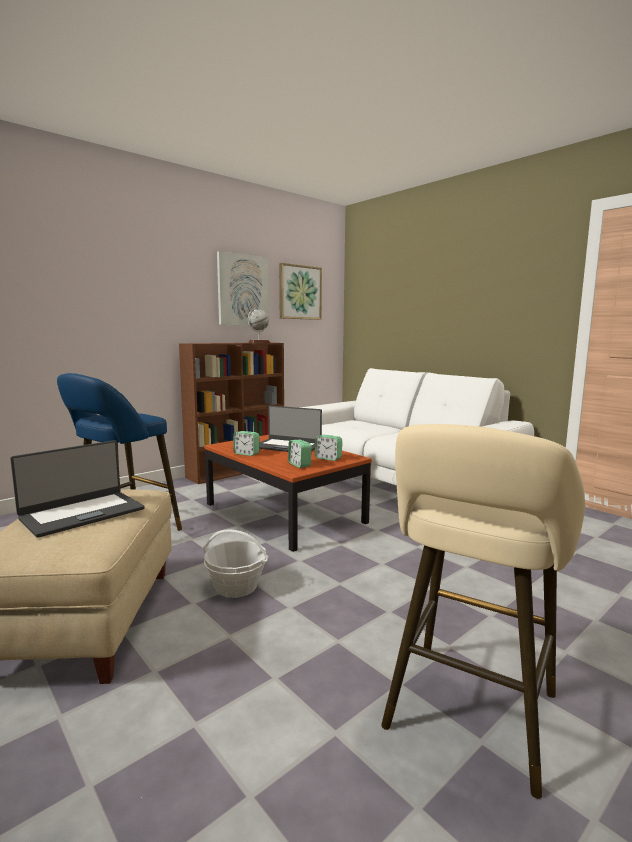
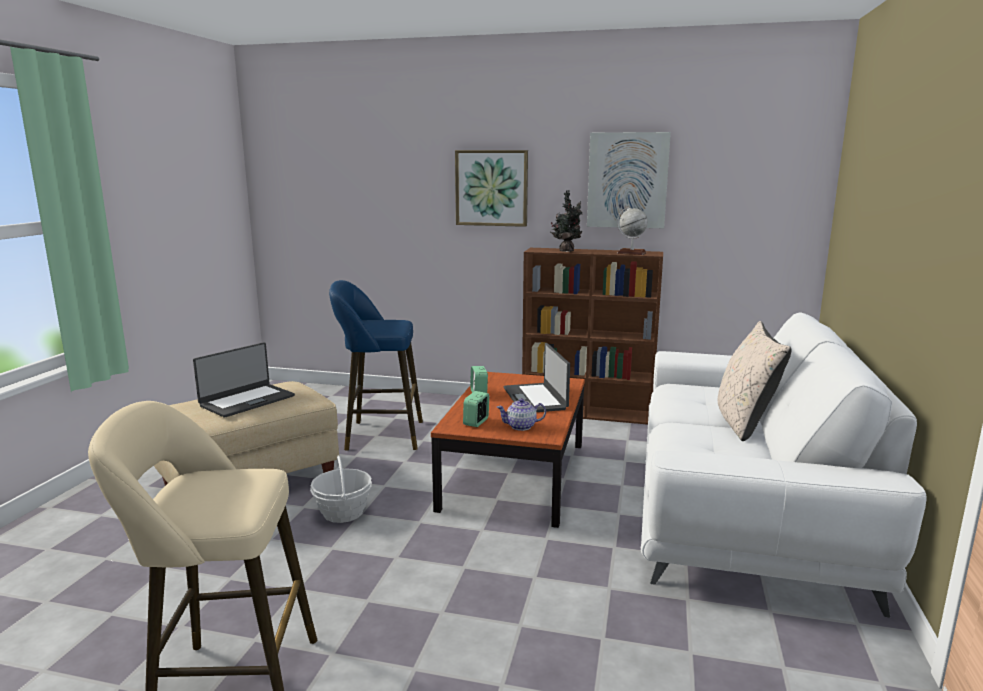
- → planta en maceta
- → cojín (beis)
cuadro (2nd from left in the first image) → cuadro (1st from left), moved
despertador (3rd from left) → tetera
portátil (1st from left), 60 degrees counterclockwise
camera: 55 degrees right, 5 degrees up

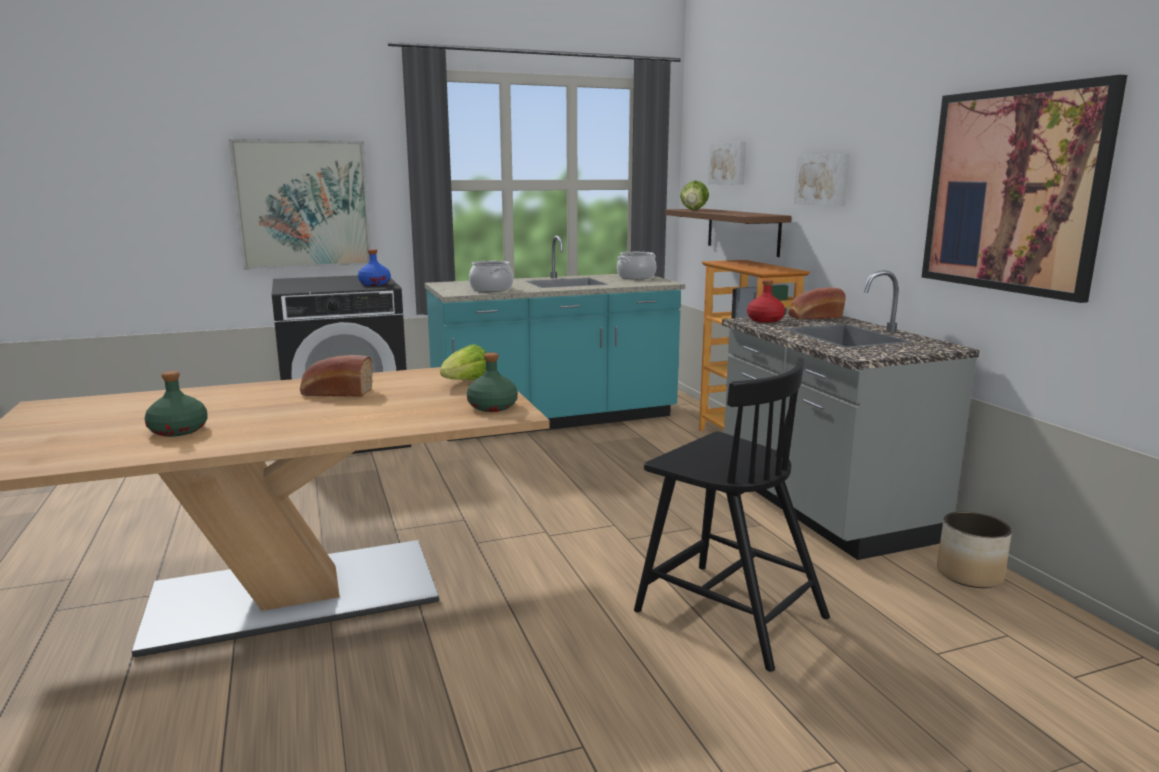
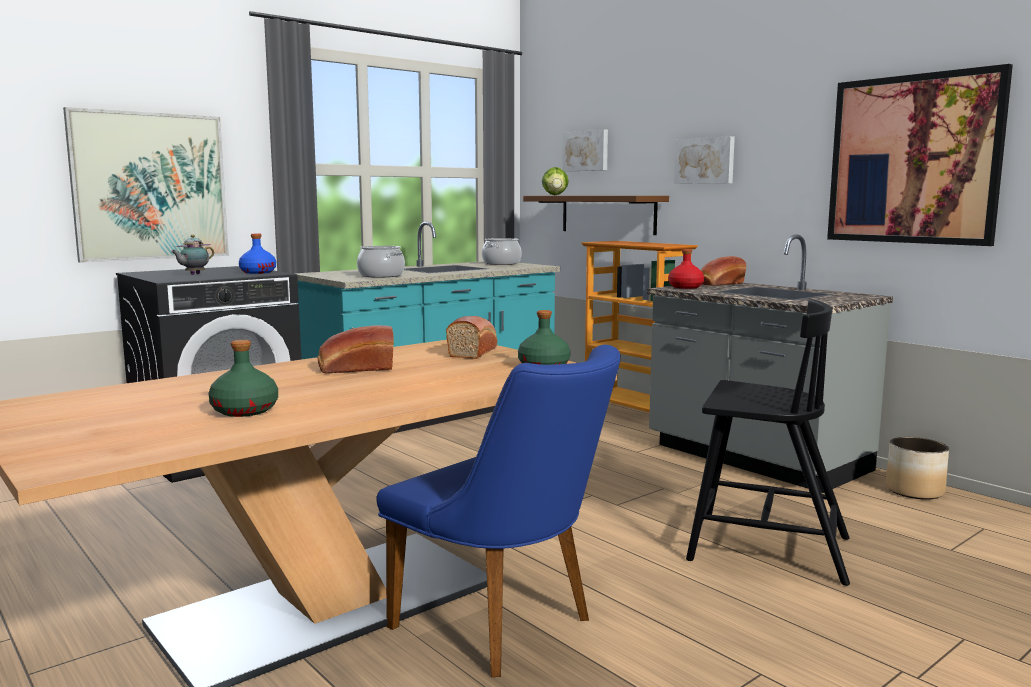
- → tetera
- → silla (azul)
lechuga (1st from left) → pan (2nd from left)
camera: 20 degrees left, 5 degrees down

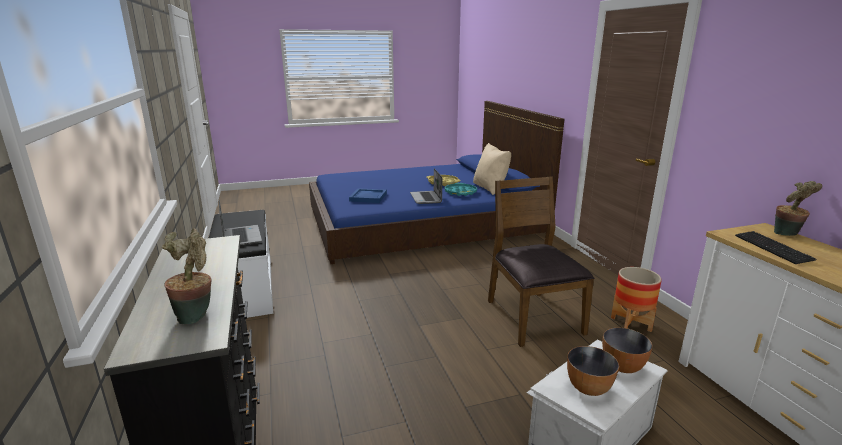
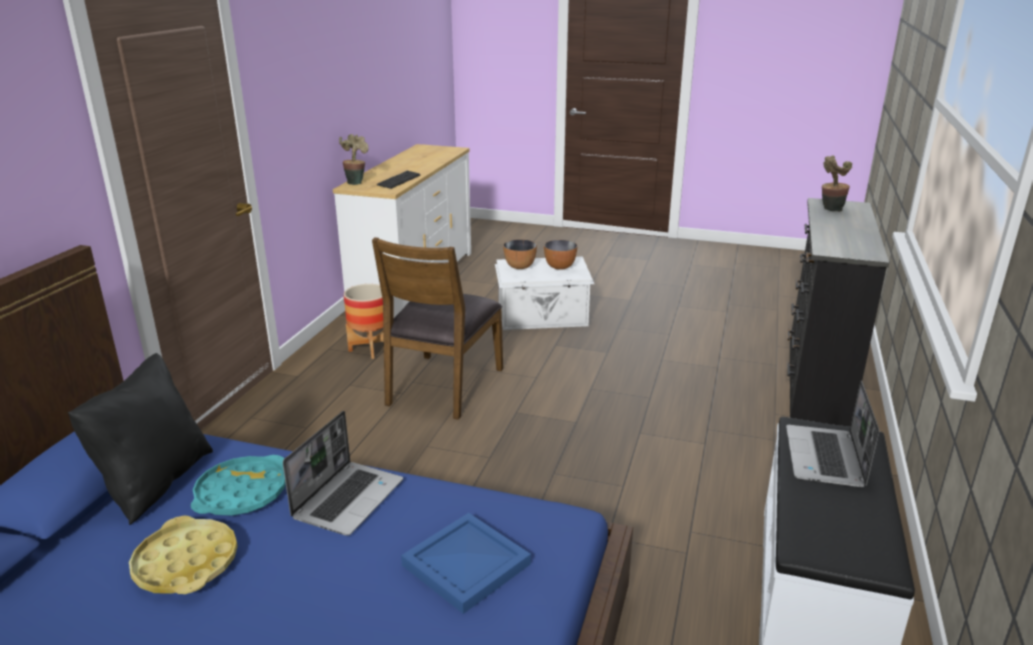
cojín (beis) → cojín (negro)
camera: 145 degrees left, 5 degrees up

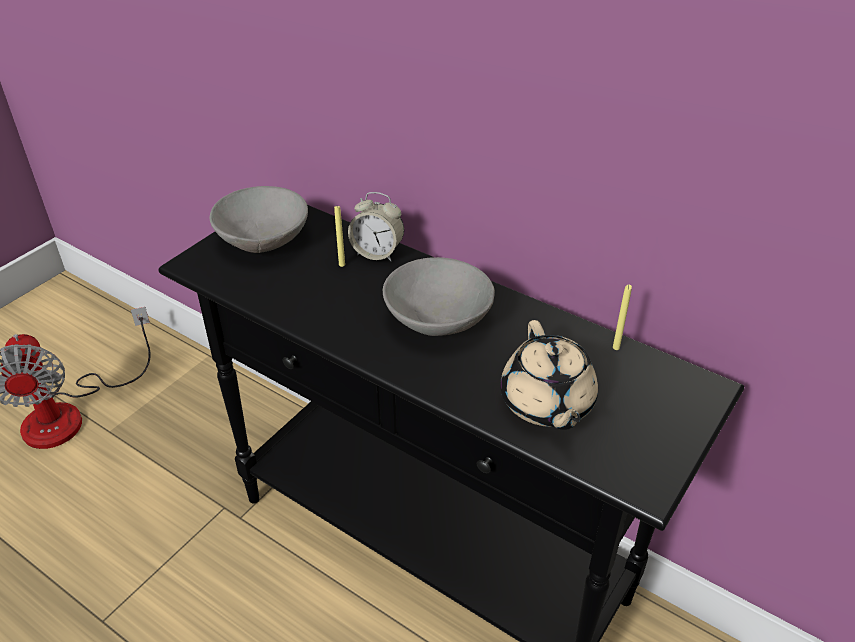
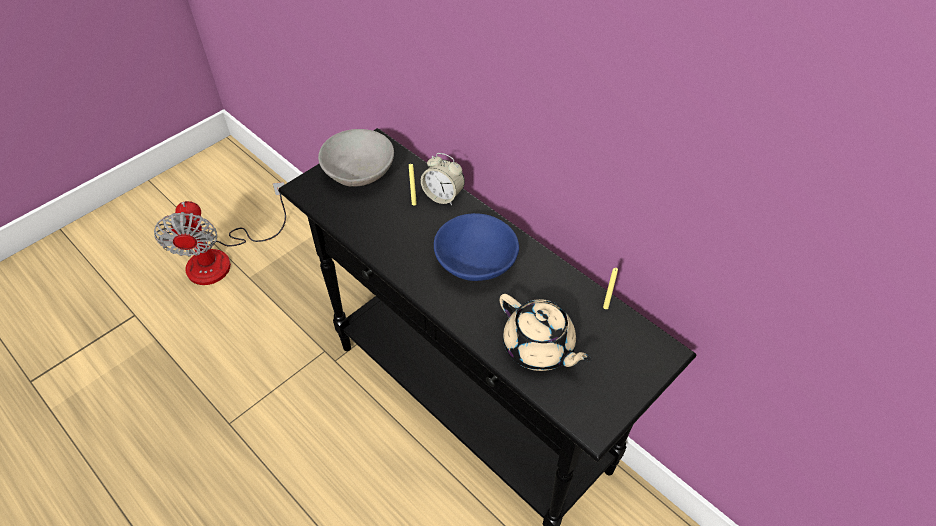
cuenco (gris) (2nd from left) → cuenco (azul)
tetera (beis), 45 degrees counterclockwise
camera: 10 degrees right, 10 degrees up

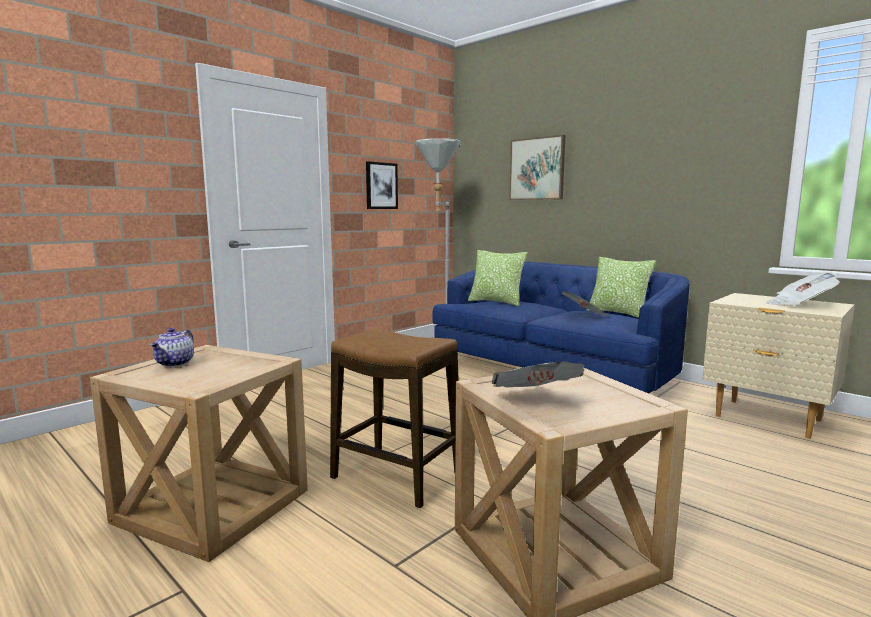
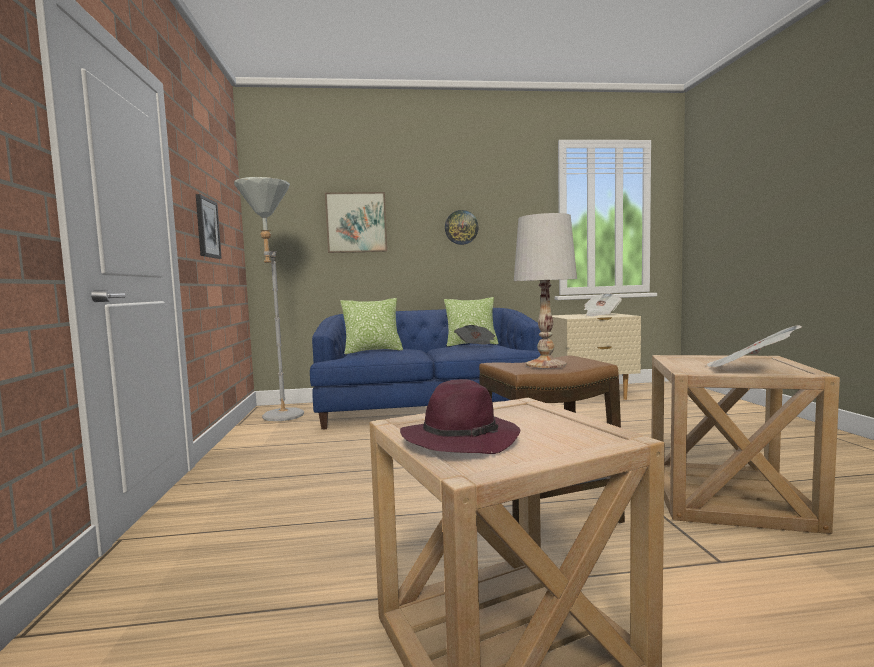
- → reloj de pared
- → lámpara de mesa (blanco)
tetera → sombrero (morado)
camera: 50 degrees left, 5 degrees down

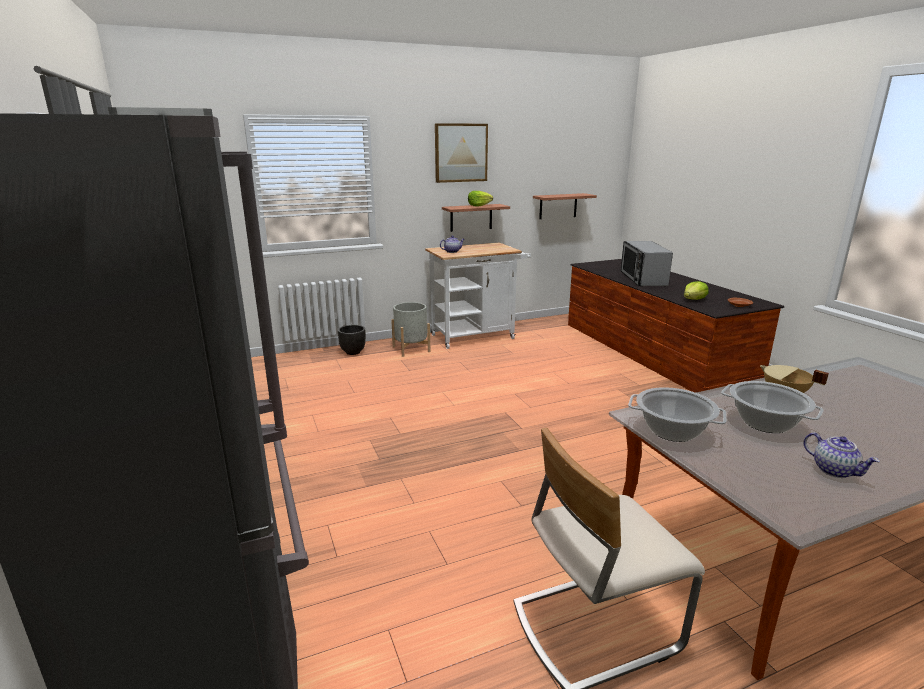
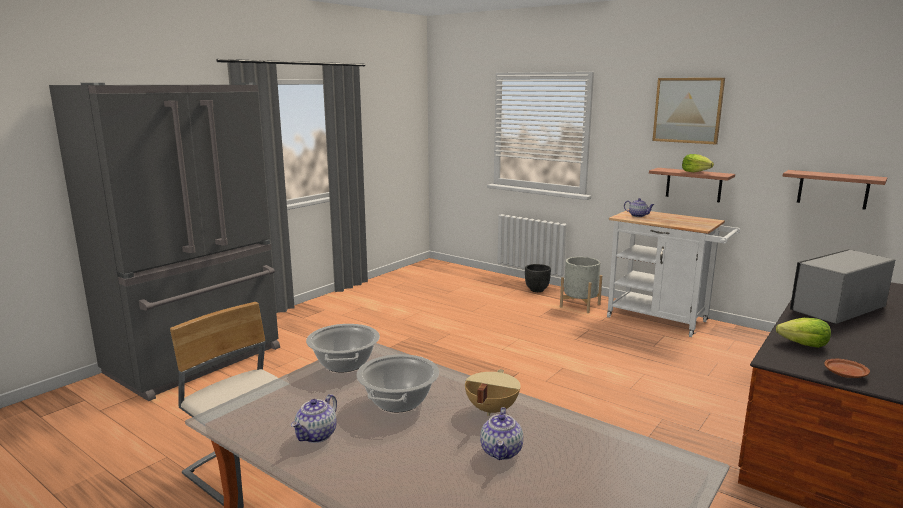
- → tetera (2nd from left)
camera: 60 degrees right, 5 degrees down

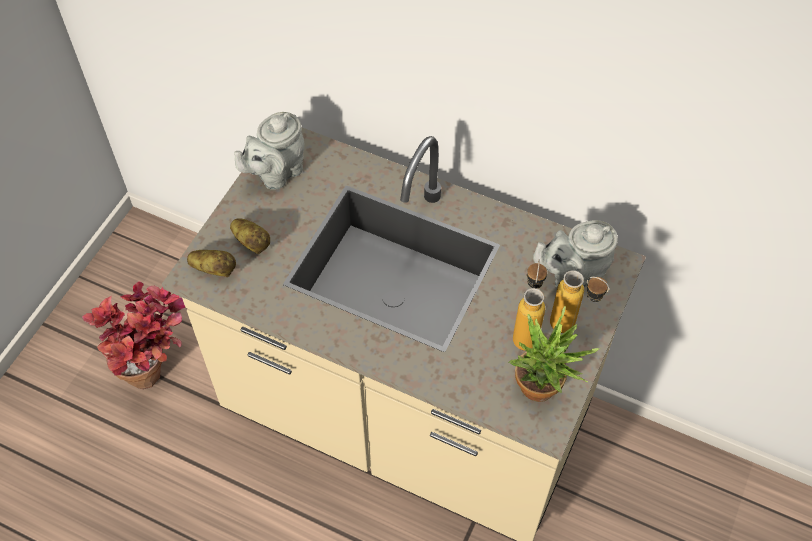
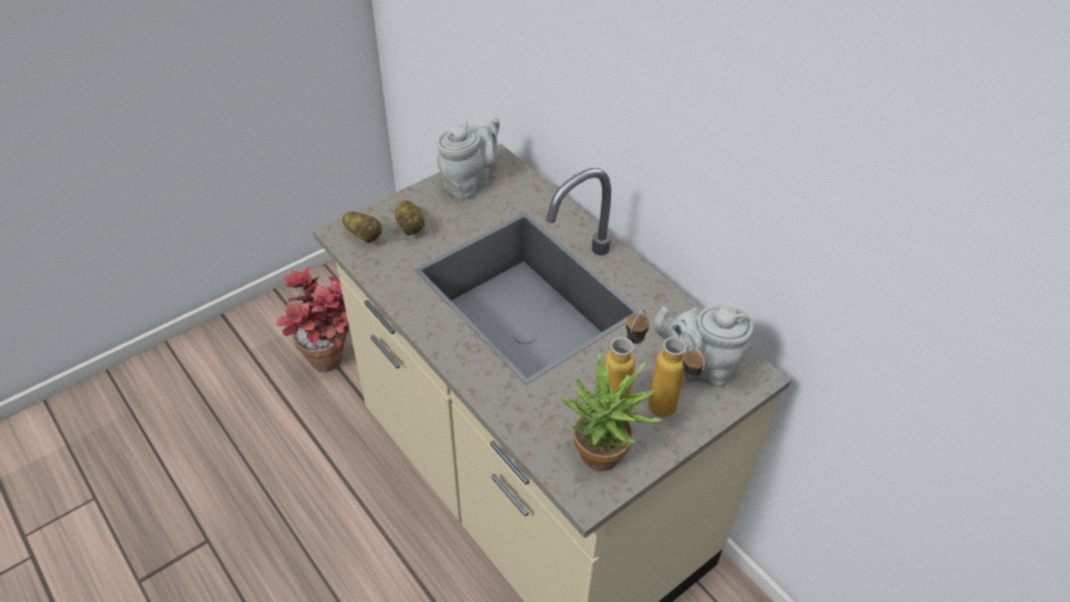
tetera (gris) (1st from left), 150 degrees clockwise
camera: 25 degrees right, 10 degrees down

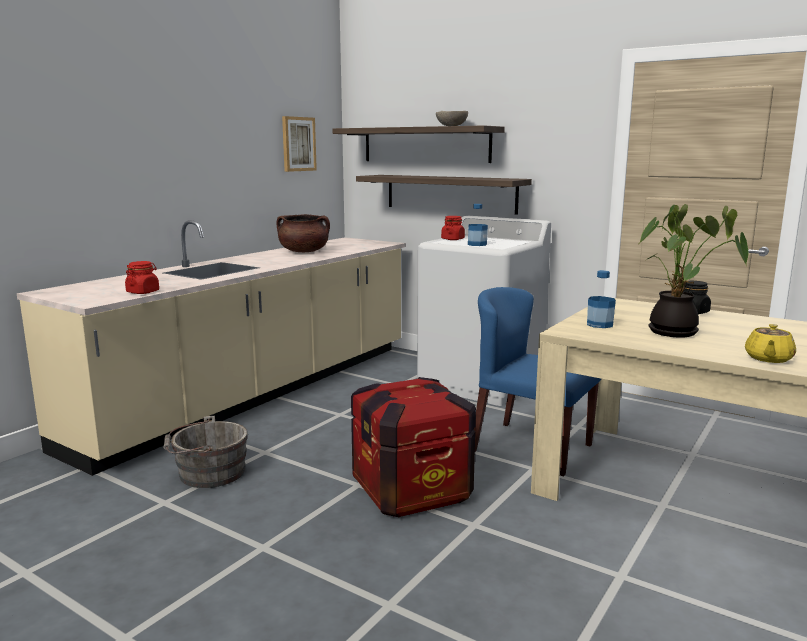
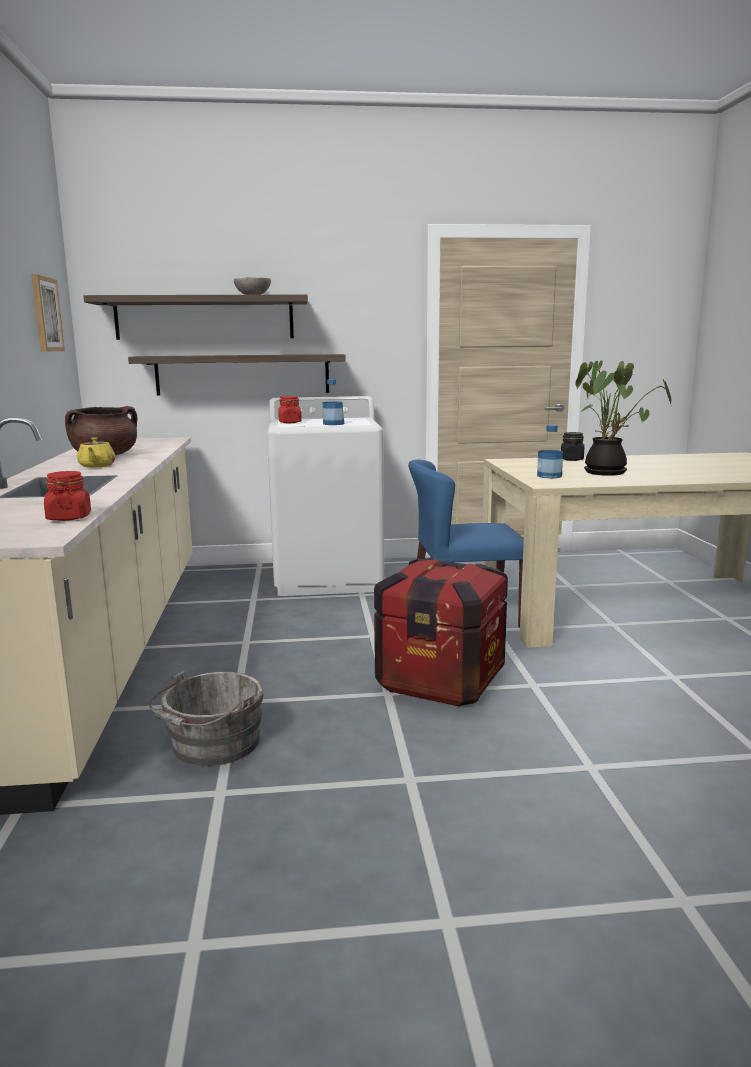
tetera (amarillo), moved
camera: 40 degrees left, 0 degrees up

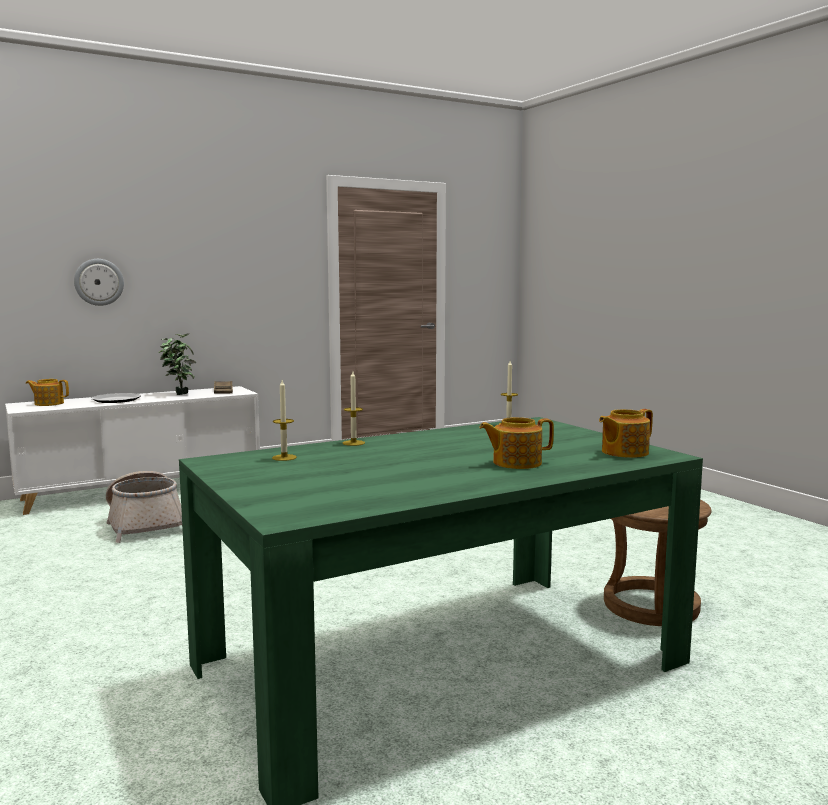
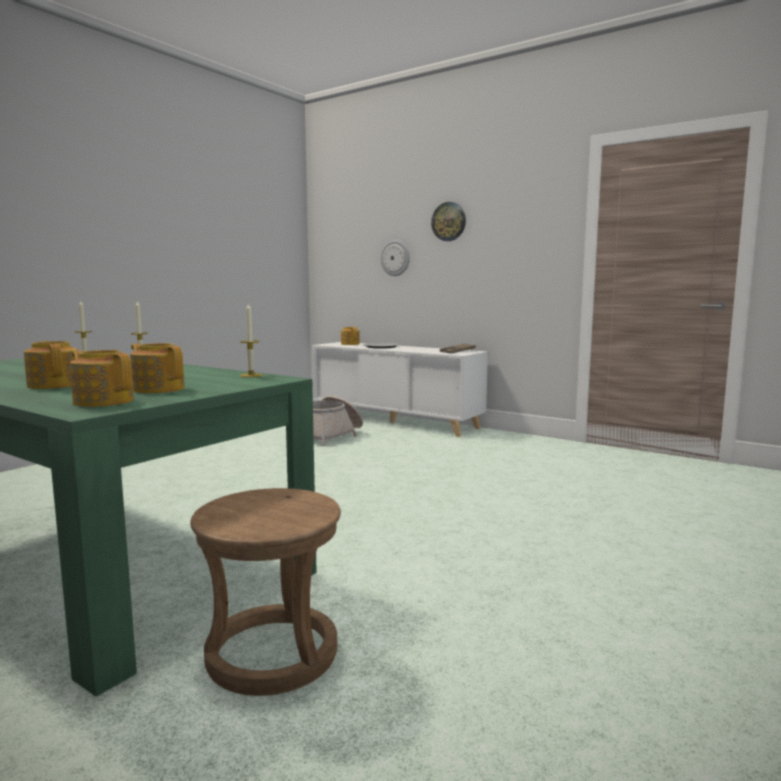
planta en maceta → -
- → tetera (3rd from left)
- → reloj de pared (2nd from left)
camera: 65 degrees right, 0 degrees up

